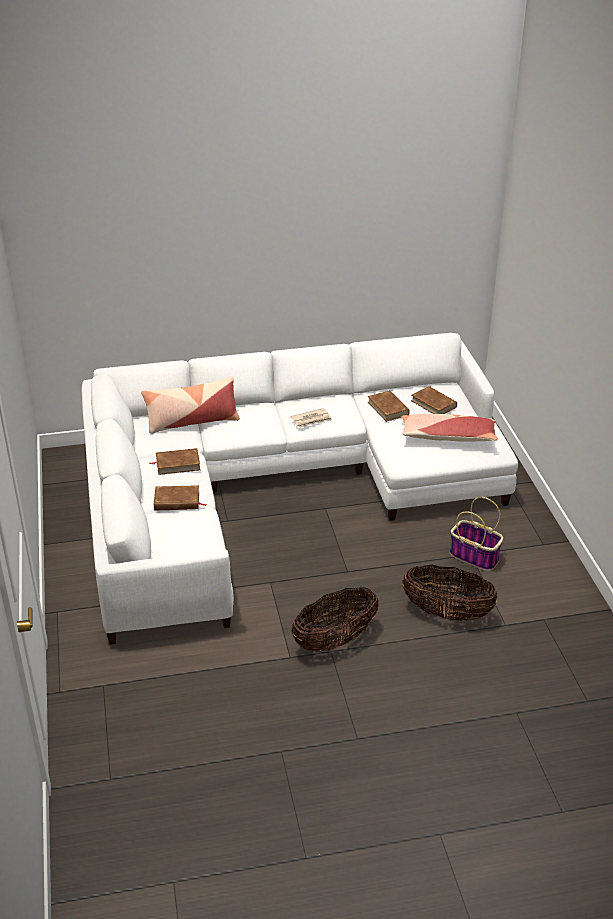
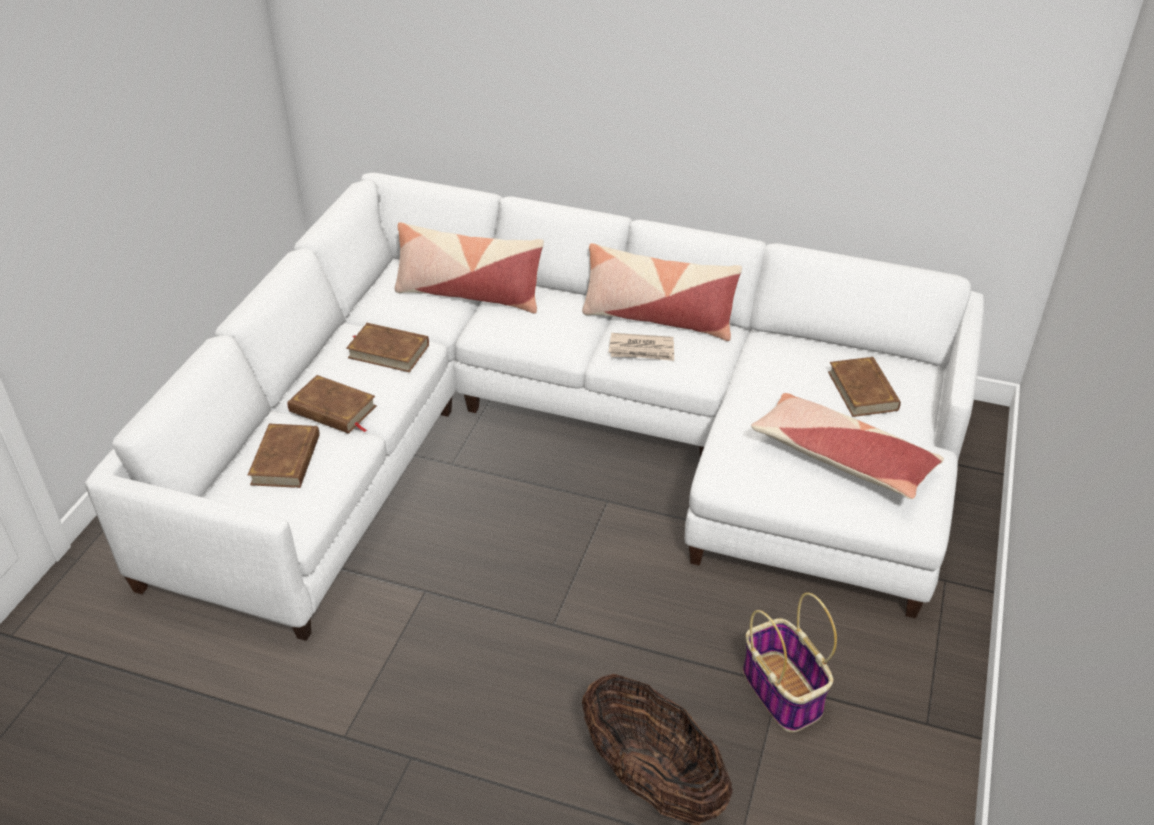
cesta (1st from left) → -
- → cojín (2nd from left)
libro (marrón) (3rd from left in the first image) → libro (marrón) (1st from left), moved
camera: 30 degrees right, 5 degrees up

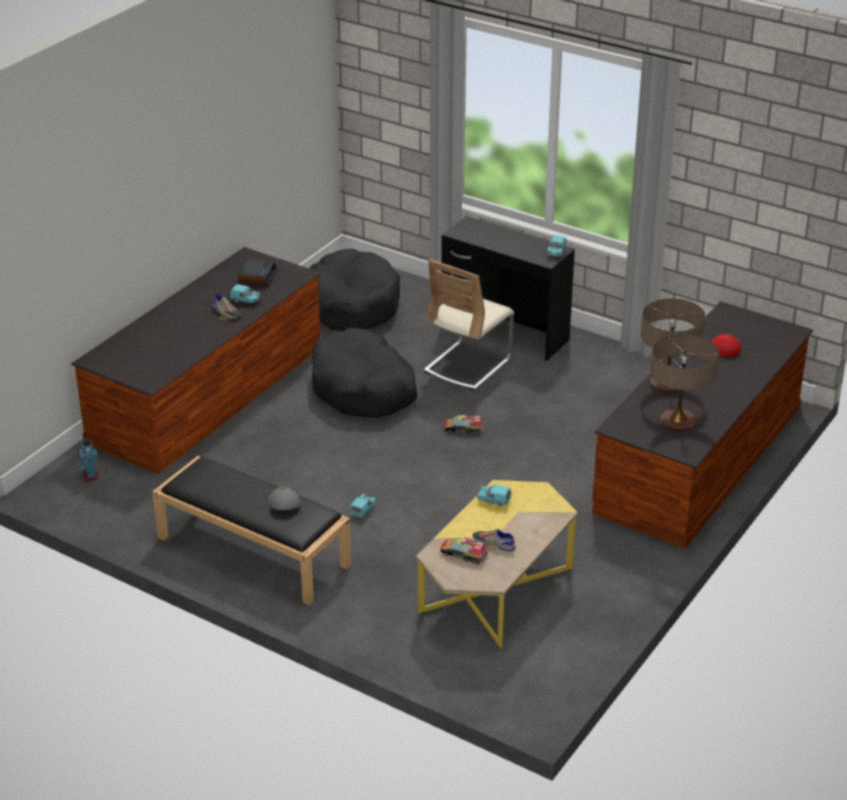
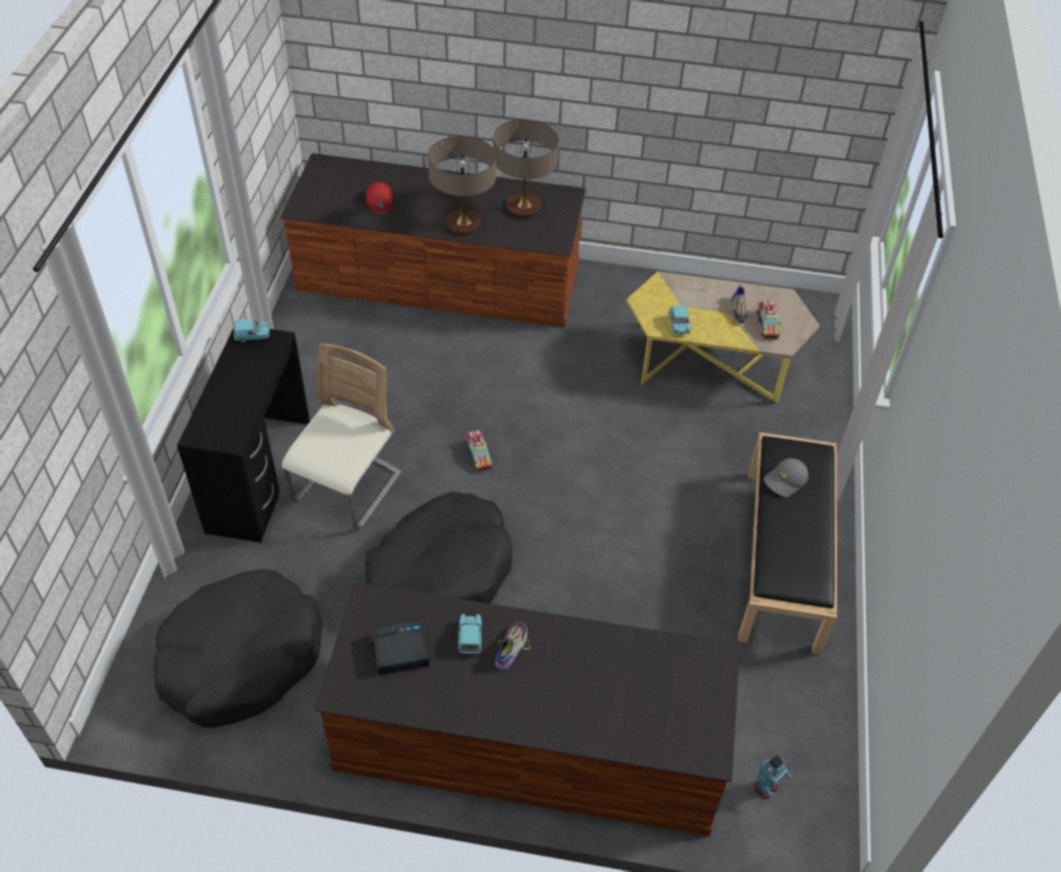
coche de juguete (turquesa) (2nd from left) → -
silla (beis), 75 degrees counterclockwise
camera: 115 degrees left, 15 degrees up

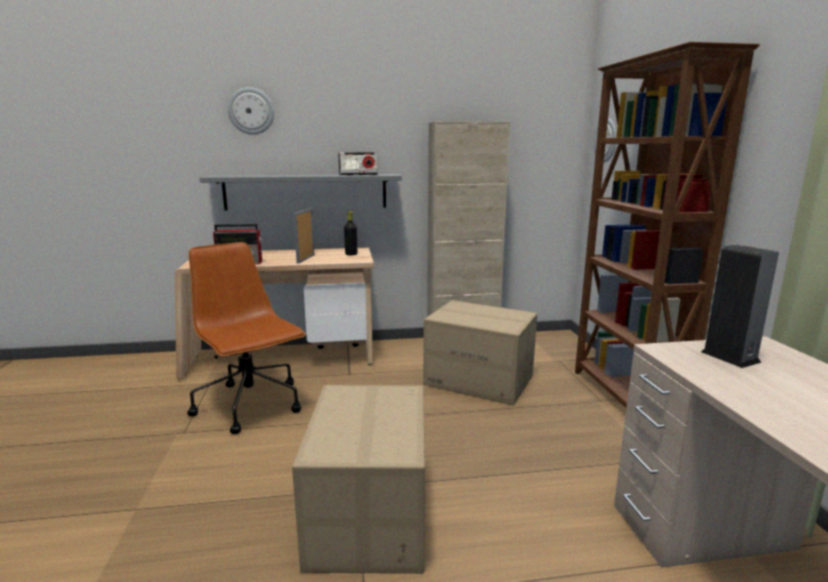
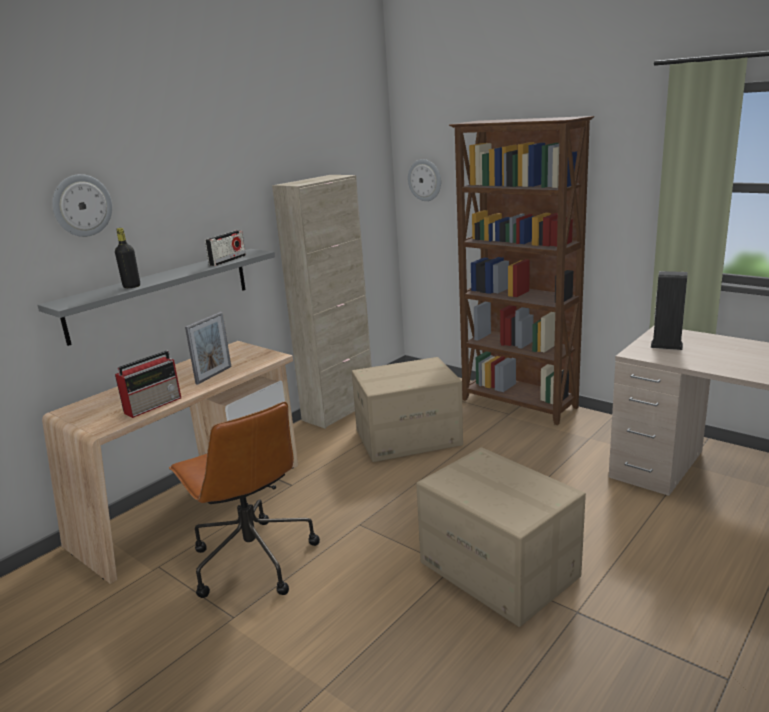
botella (negro), moved
silla de oficina (marrón), 135 degrees counterclockwise
portarretratos, 120 degrees counterclockwise
camera: 40 degrees left, 5 degrees up

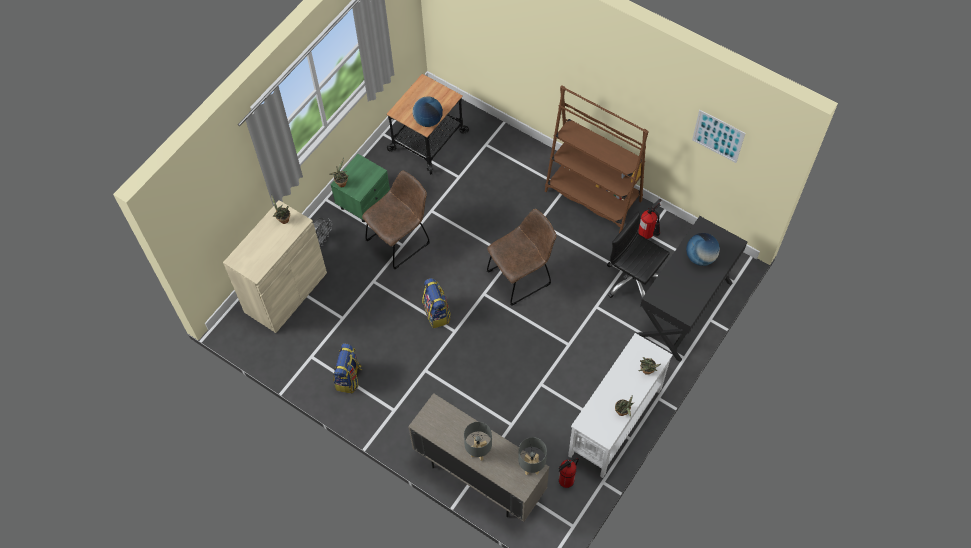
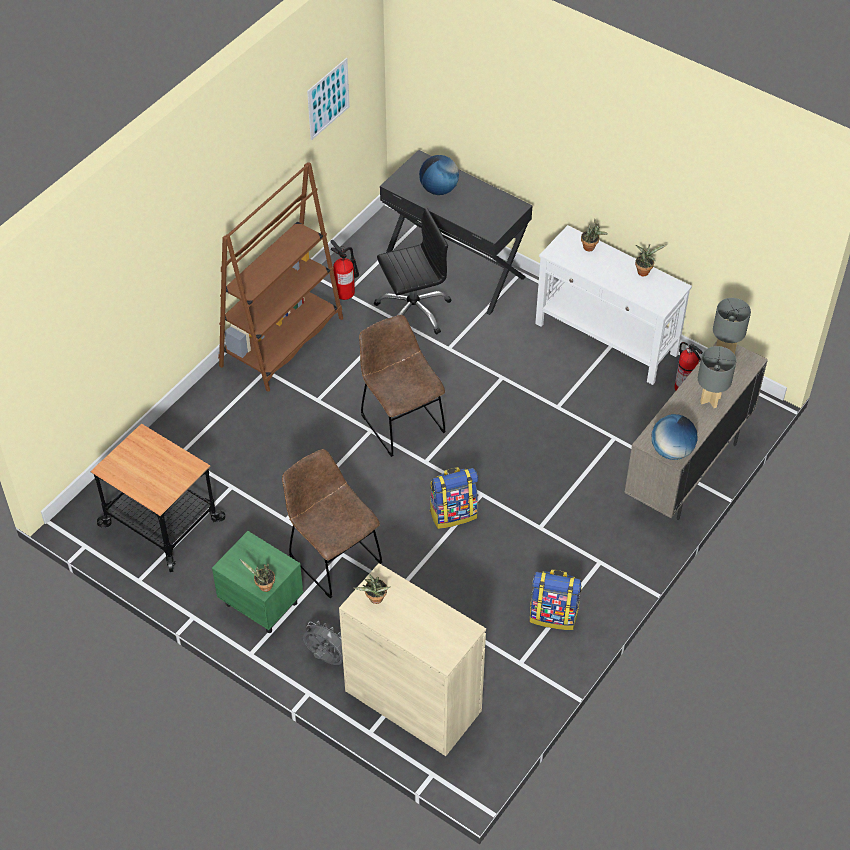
globo terráqueo (1st from left in the first image) → globo terráqueo (2nd from left), moved
silla de oficina (negro), 150 degrees counterclockwise
camera: 90 degrees left, 10 degrees down

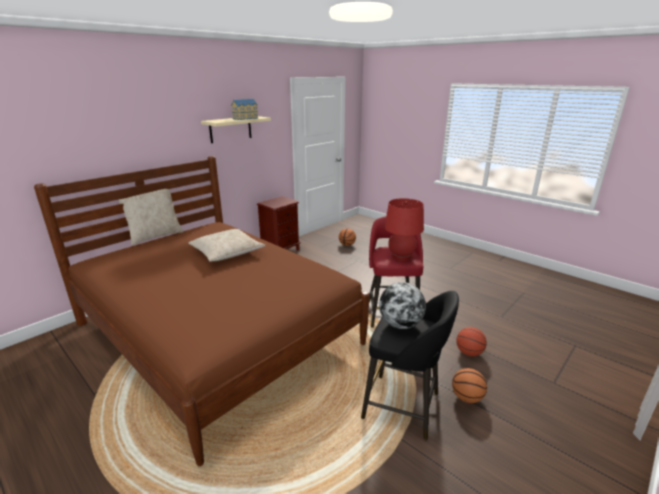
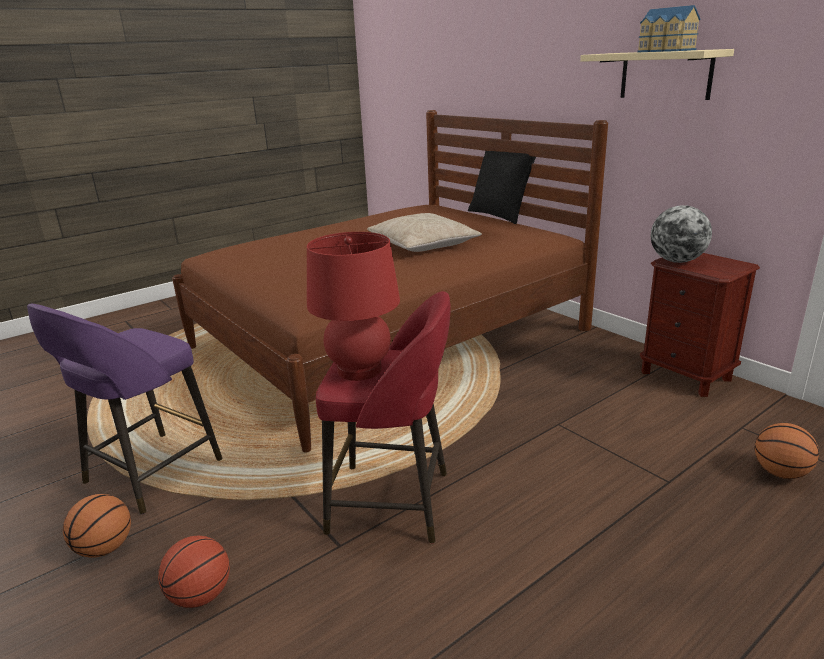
globo terráqueo, moved
cojín (beis) (1st from left) → cojín (negro)
taburete (negro) → taburete (morado)
camera: 100 degrees right, 0 degrees up

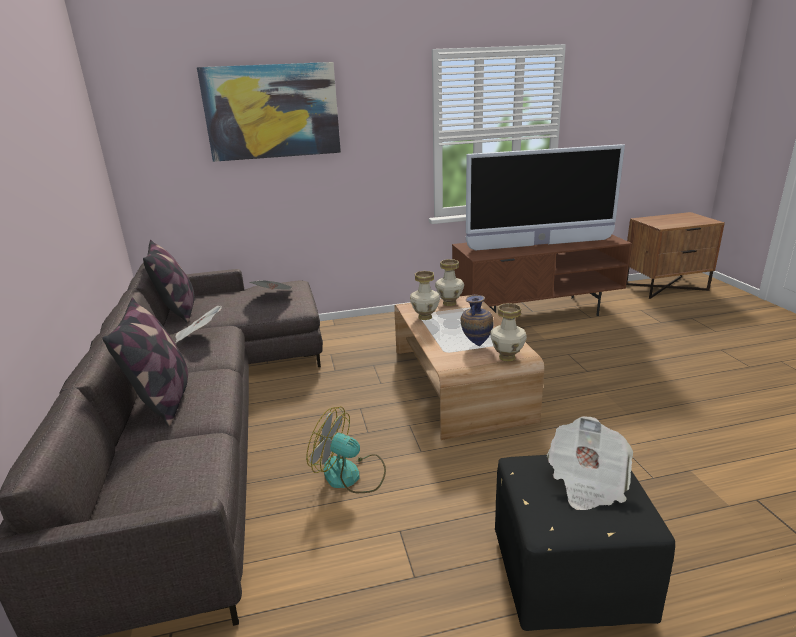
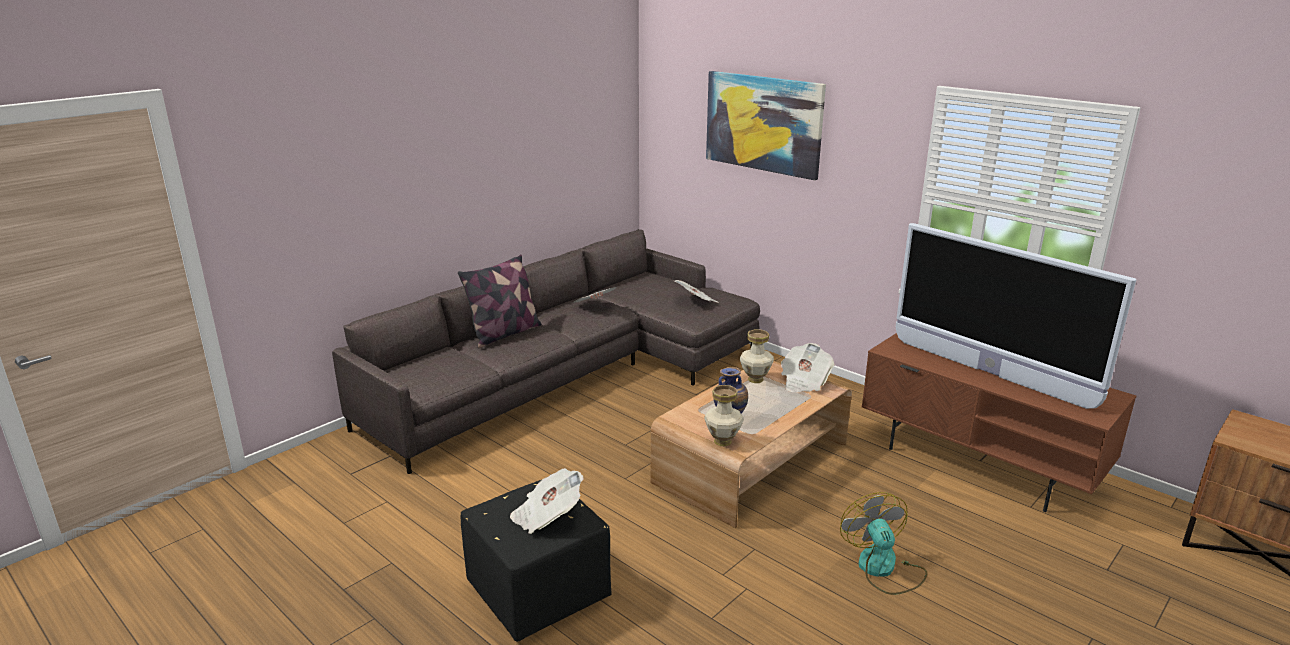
cojín (2nd from left) → -
ventilador, moved
florero (2nd from left) → periódico (4th from left)
camera: 55 degrees right, 0 degrees up

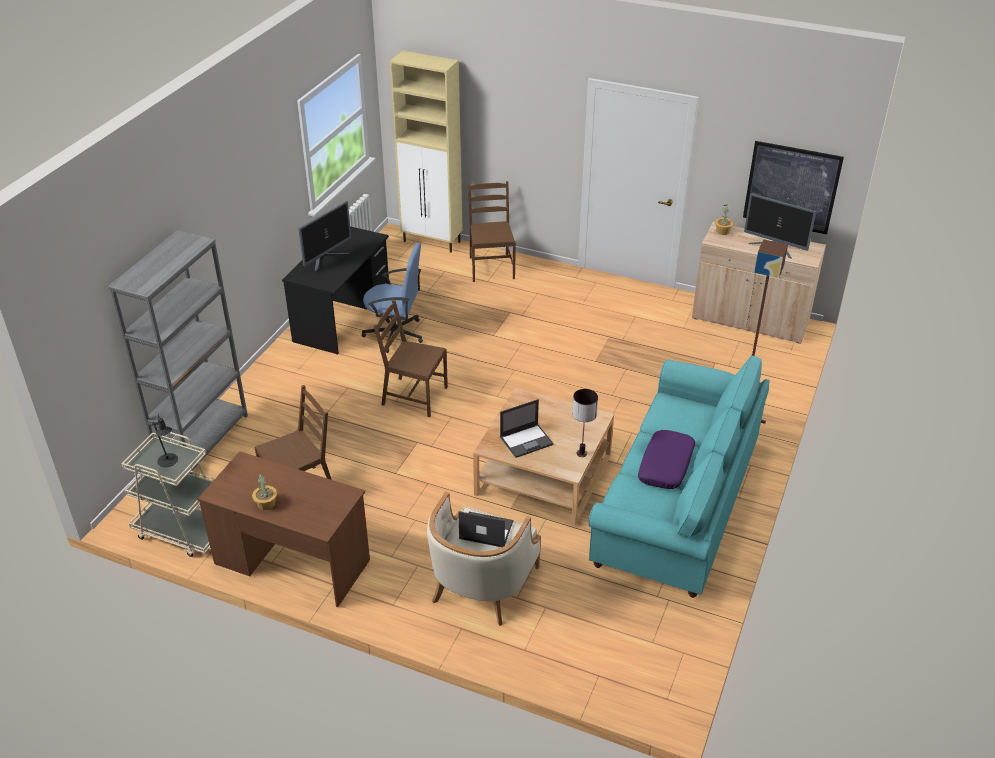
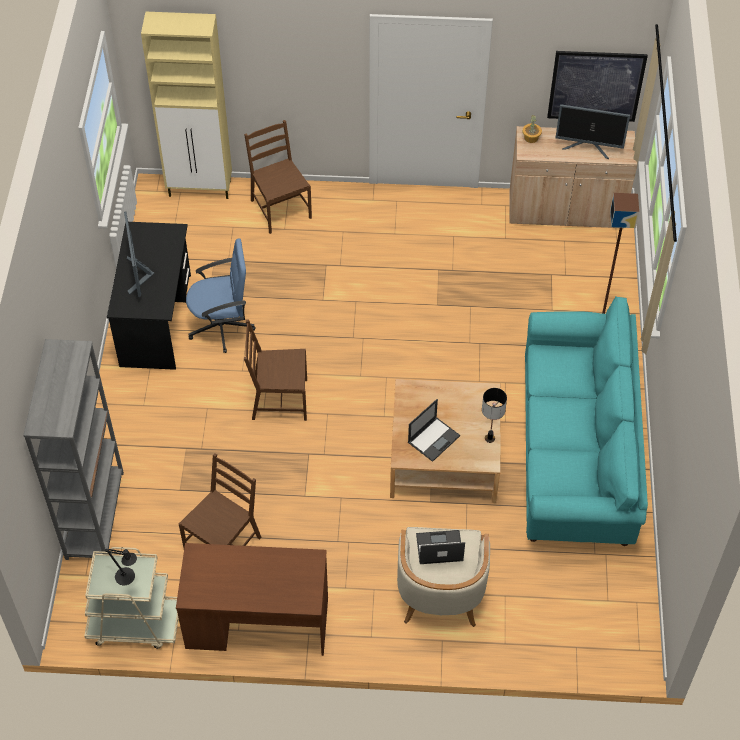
planta en maceta (1st from left) → -
cojín (morado) → -
monitor (1st from left), 150 degrees clockwise
camera: 20 degrees left, 15 degrees up

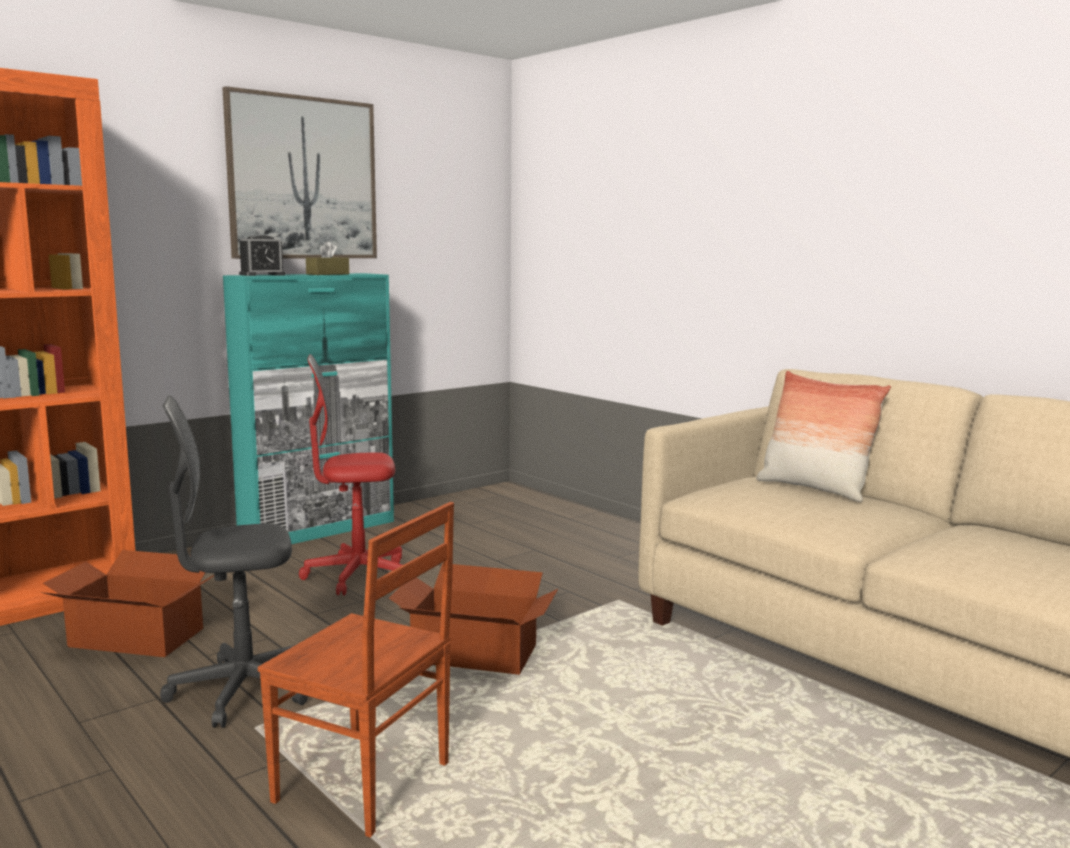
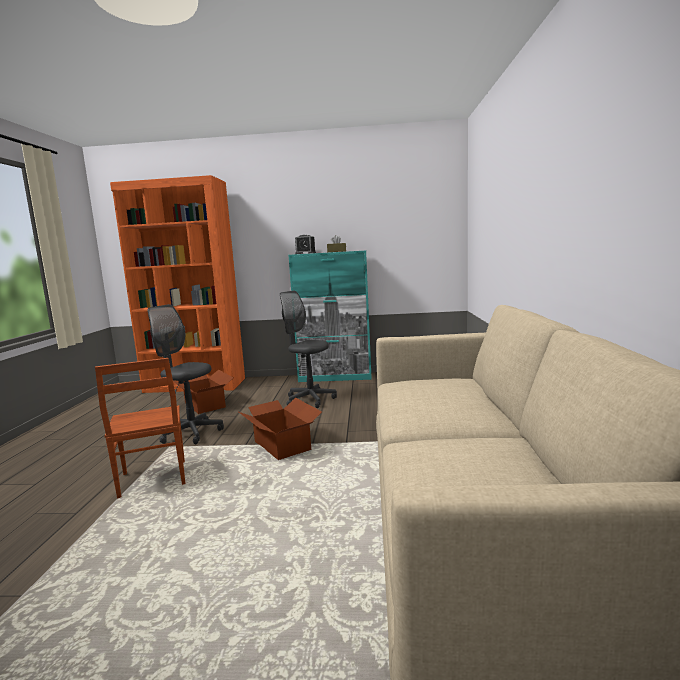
cuadro → -
cojín → -
silla de oficina (rojo) → silla de oficina (gris) (2nd from left)
camera: 45 degrees right, 0 degrees up

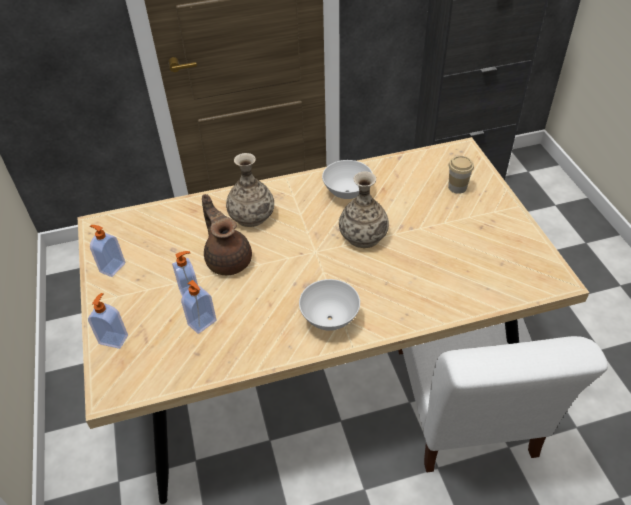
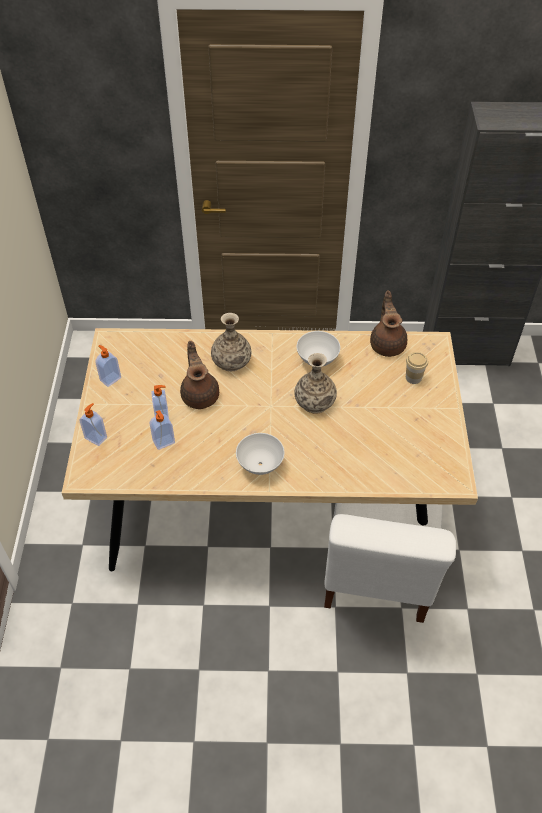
- → tetera (marrón) (2nd from left)
camera: 15 degrees right, 5 degrees up

